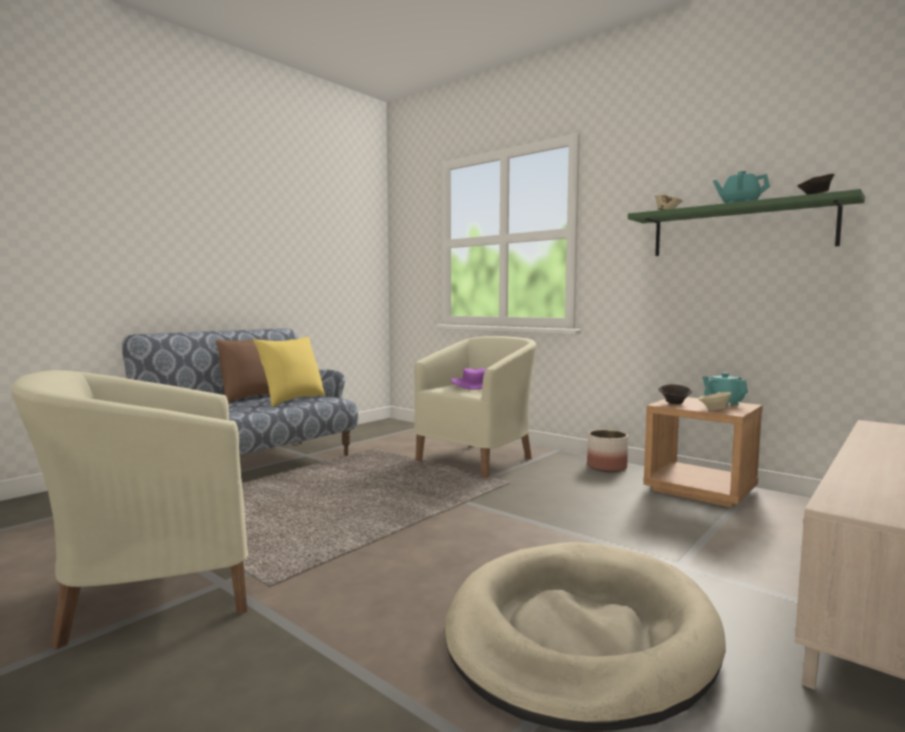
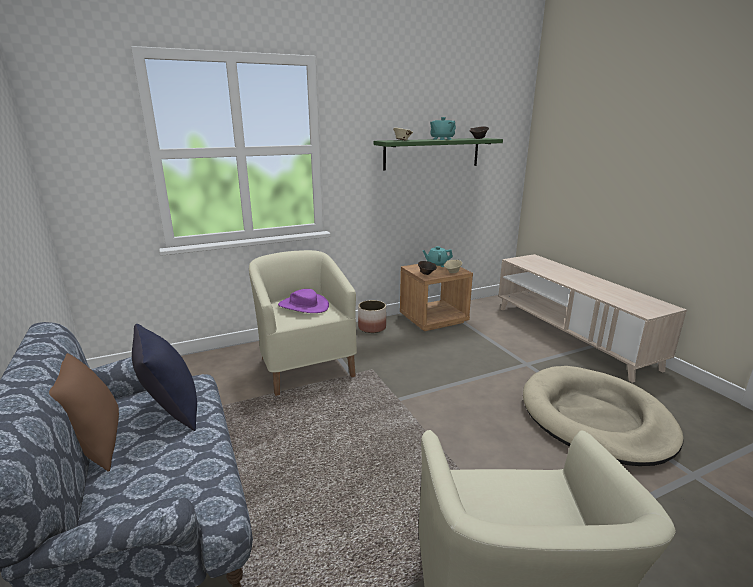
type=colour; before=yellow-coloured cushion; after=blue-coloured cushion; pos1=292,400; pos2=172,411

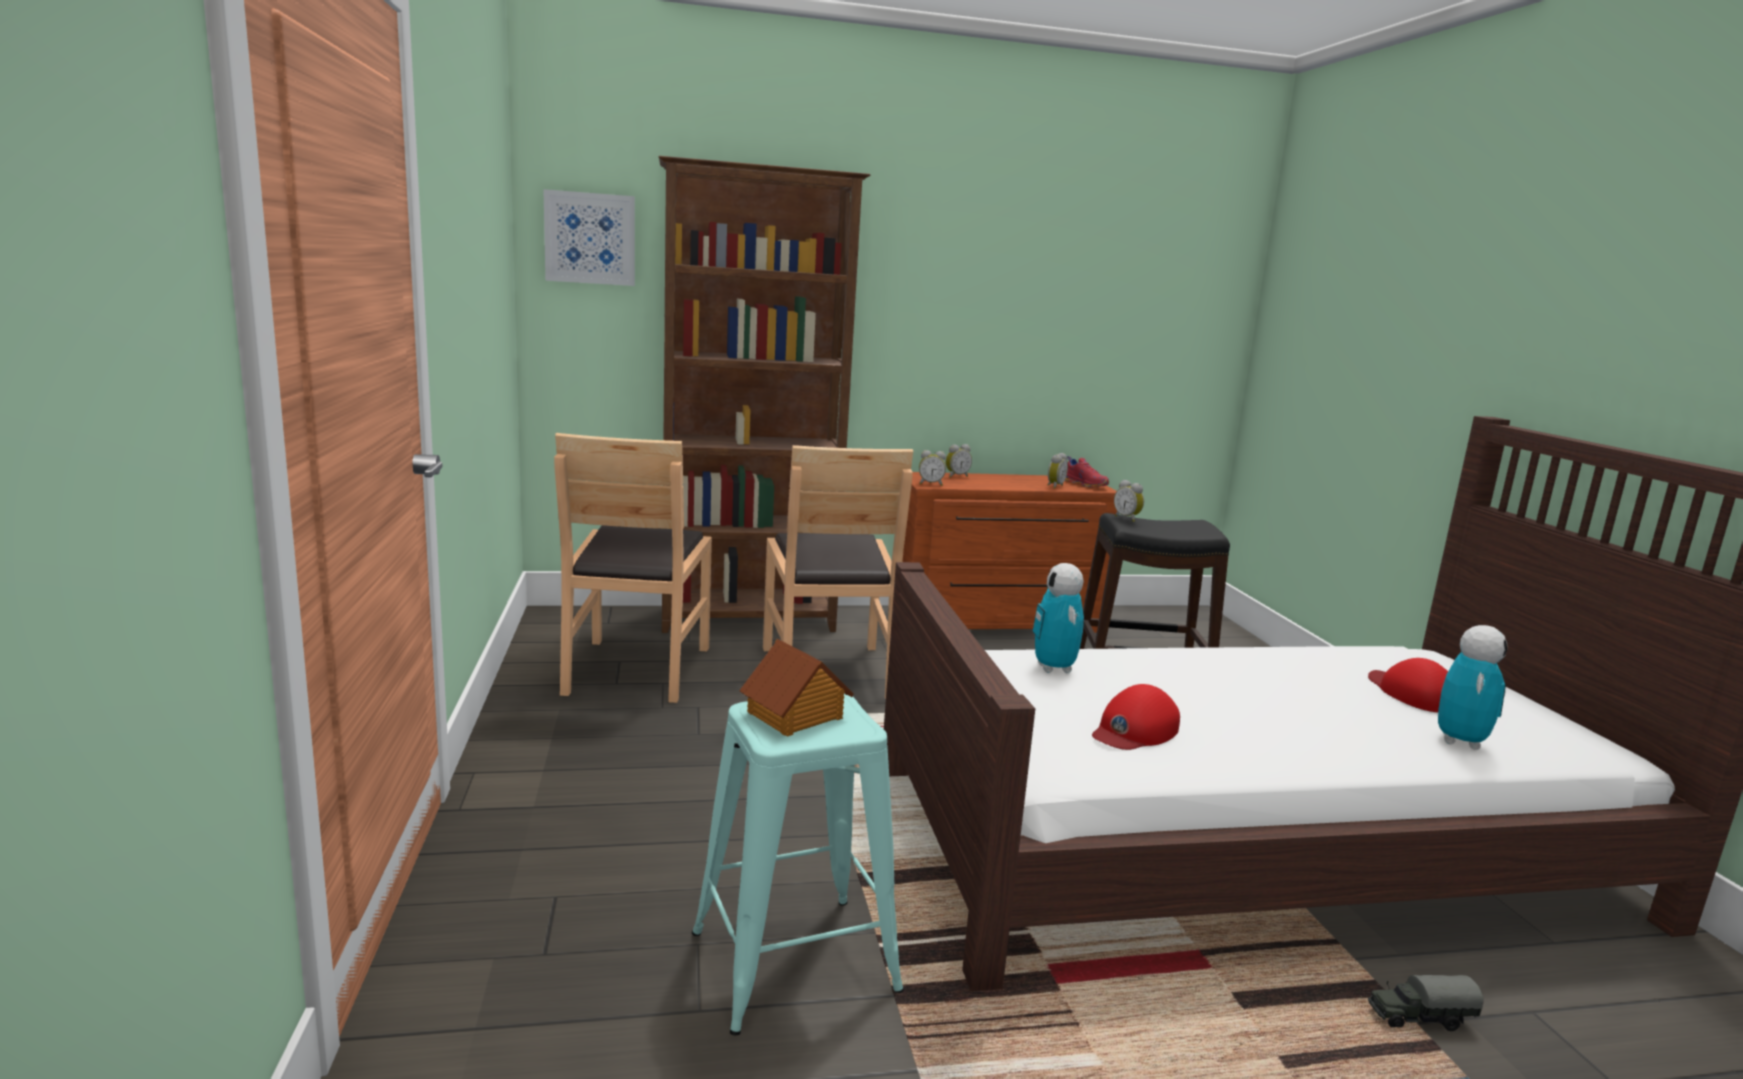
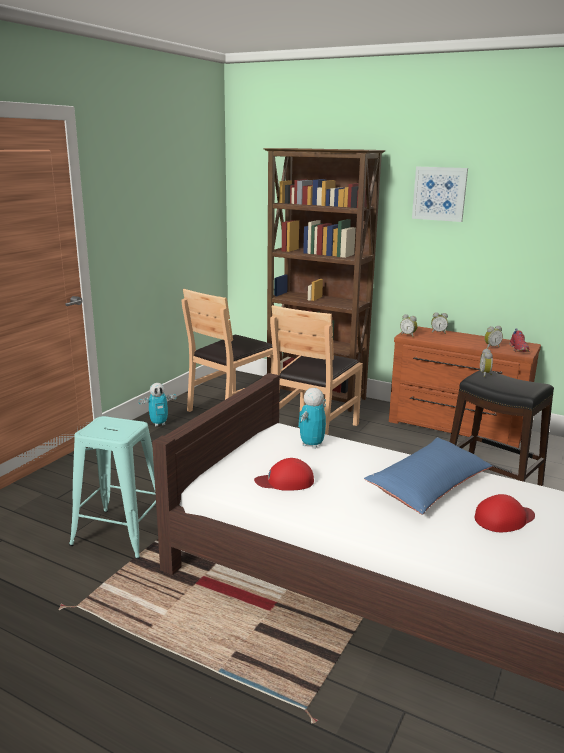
type=relocated; before=wall picture; pos1=590,238; pos2=439,193
type=relocated; before=toy robot; pos1=1460,741; pos2=159,424
type=missing; before=toy house; pos1=796,715
type=spun; before=reddish cap; pos1=1412,693; pos2=504,519; turn=45
type=missing; before=toy truck; pos1=1418,1018
type=appeared; after=blue-coloured cushion; pos2=429,486

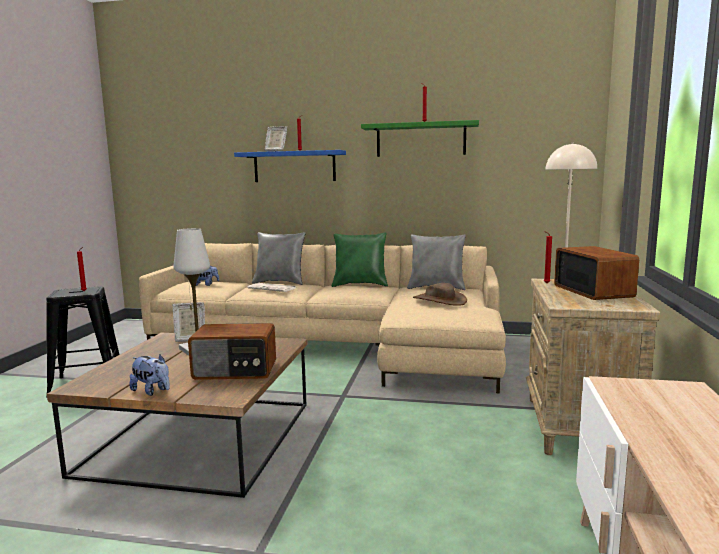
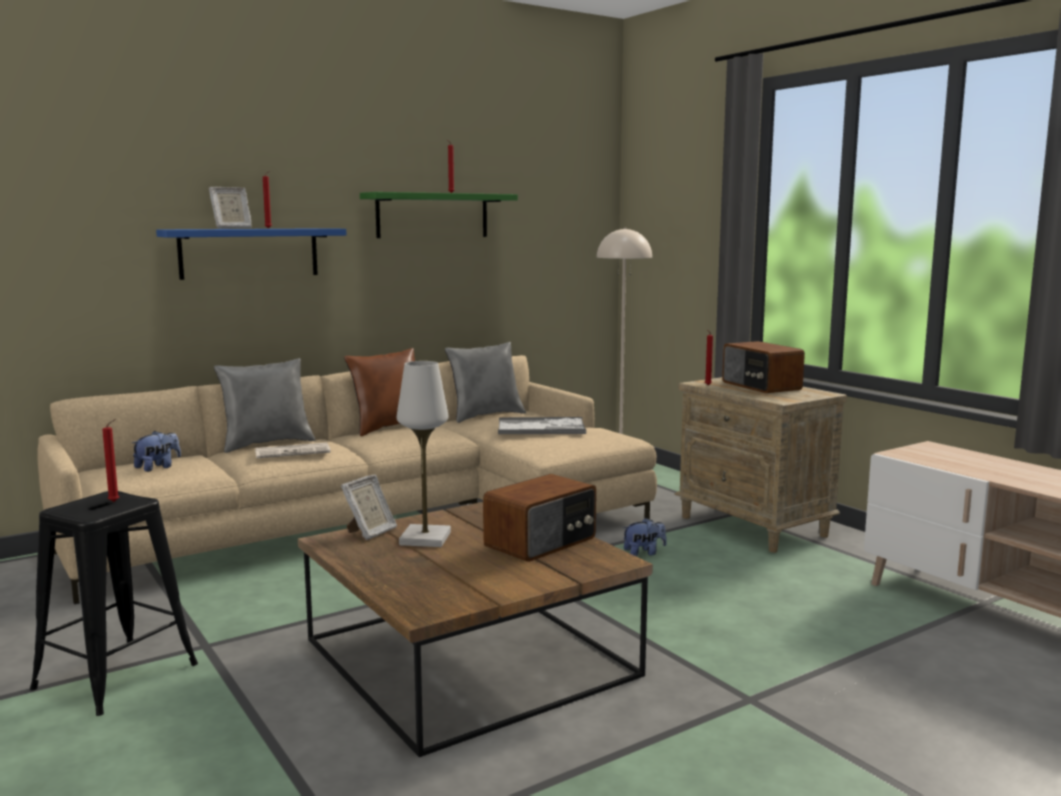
type=colour; before=green cushion; after=brown cushion; pos1=360,285; pos2=390,427
type=spun; before=radio receiver; pos1=593,291; pos2=760,386; turn=-150
type=exchanged; before=brown hat; after=carrying tray; pos1=439,300; pos2=542,427
type=relocated; before=soft toy; pos1=152,391; pos2=644,553

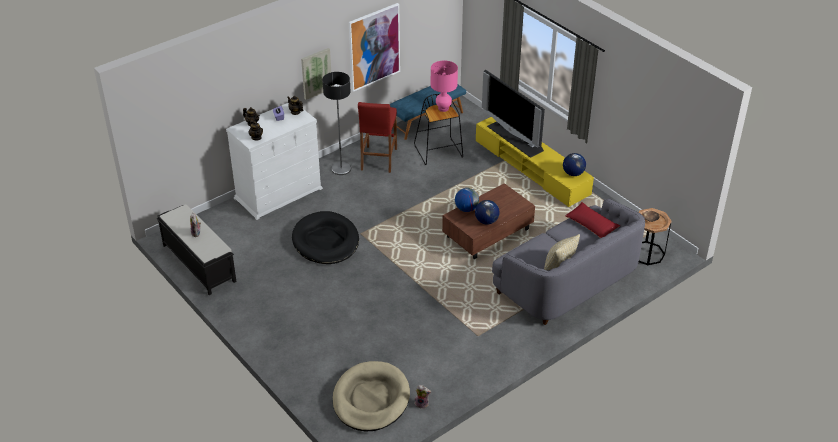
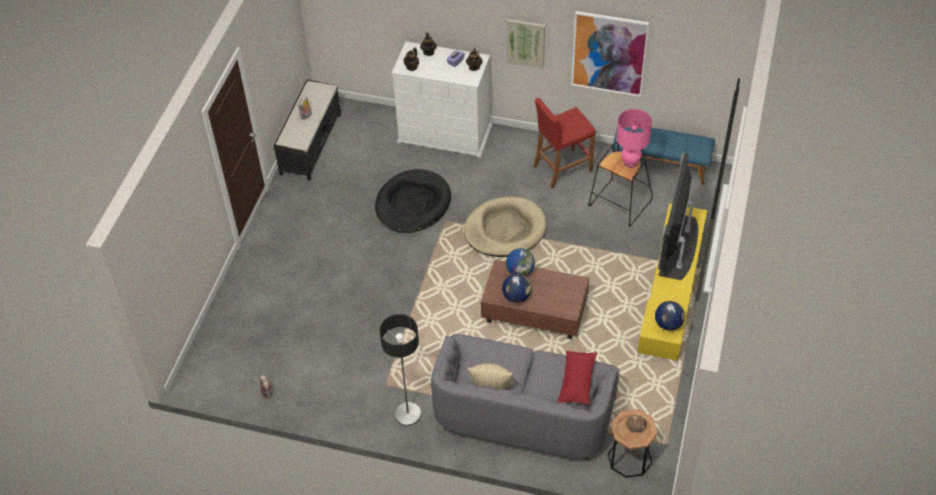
type=relocated; before=standing lamp; pos1=341,169; pos2=407,414
type=relocated; before=beige dog cushion; pos1=371,399; pos2=505,230

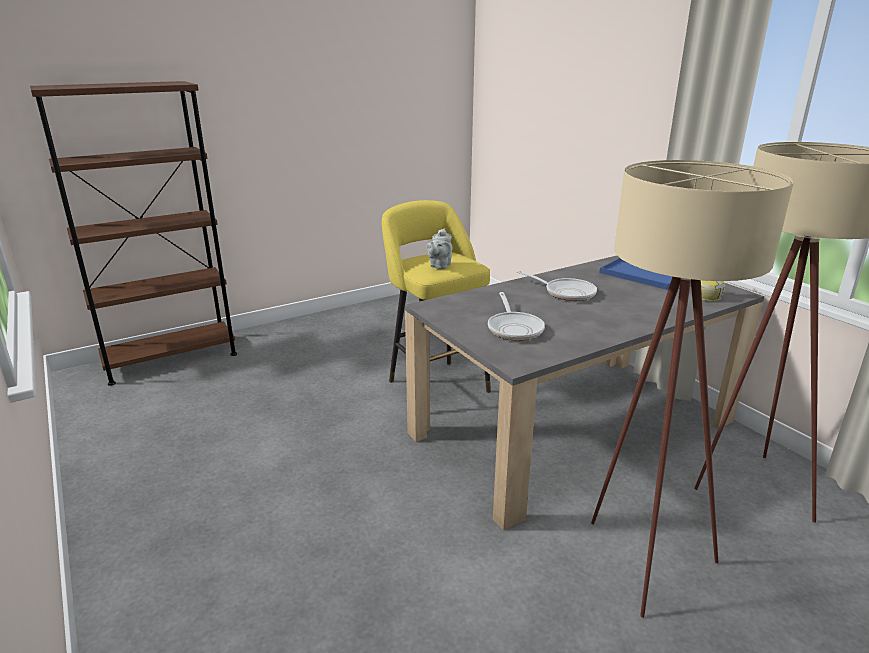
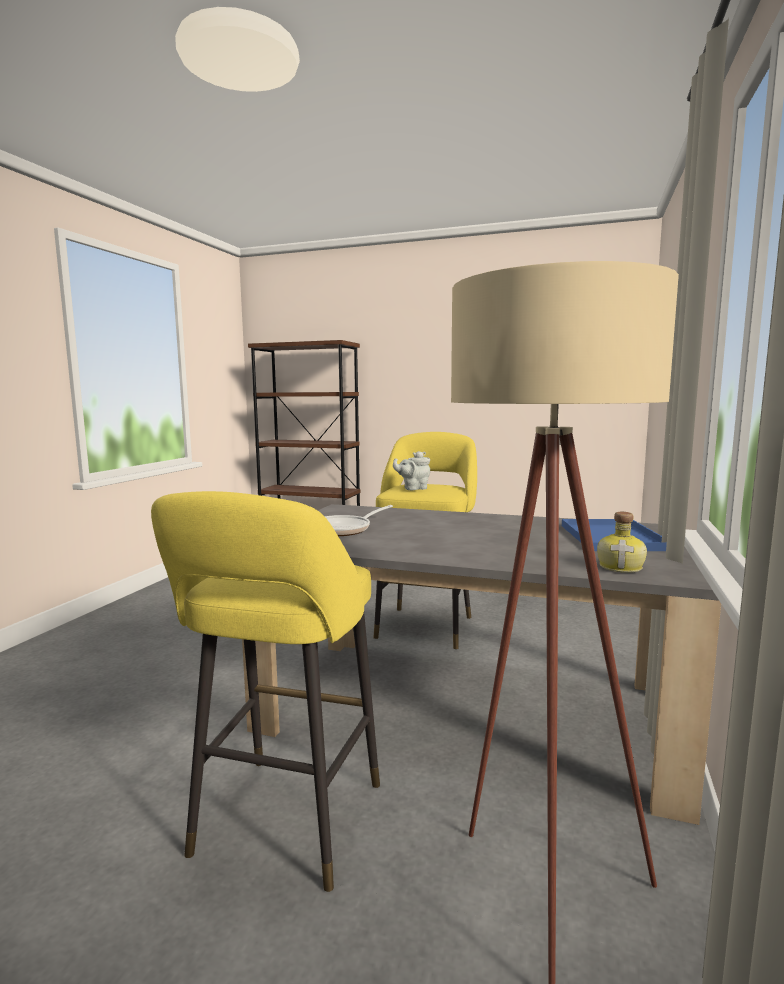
type=exchanged; before=beige standing lamp; after=yellow-coloured sitting stool; pos1=636,554; pos2=284,826
type=missing; before=skillet; pos1=566,292

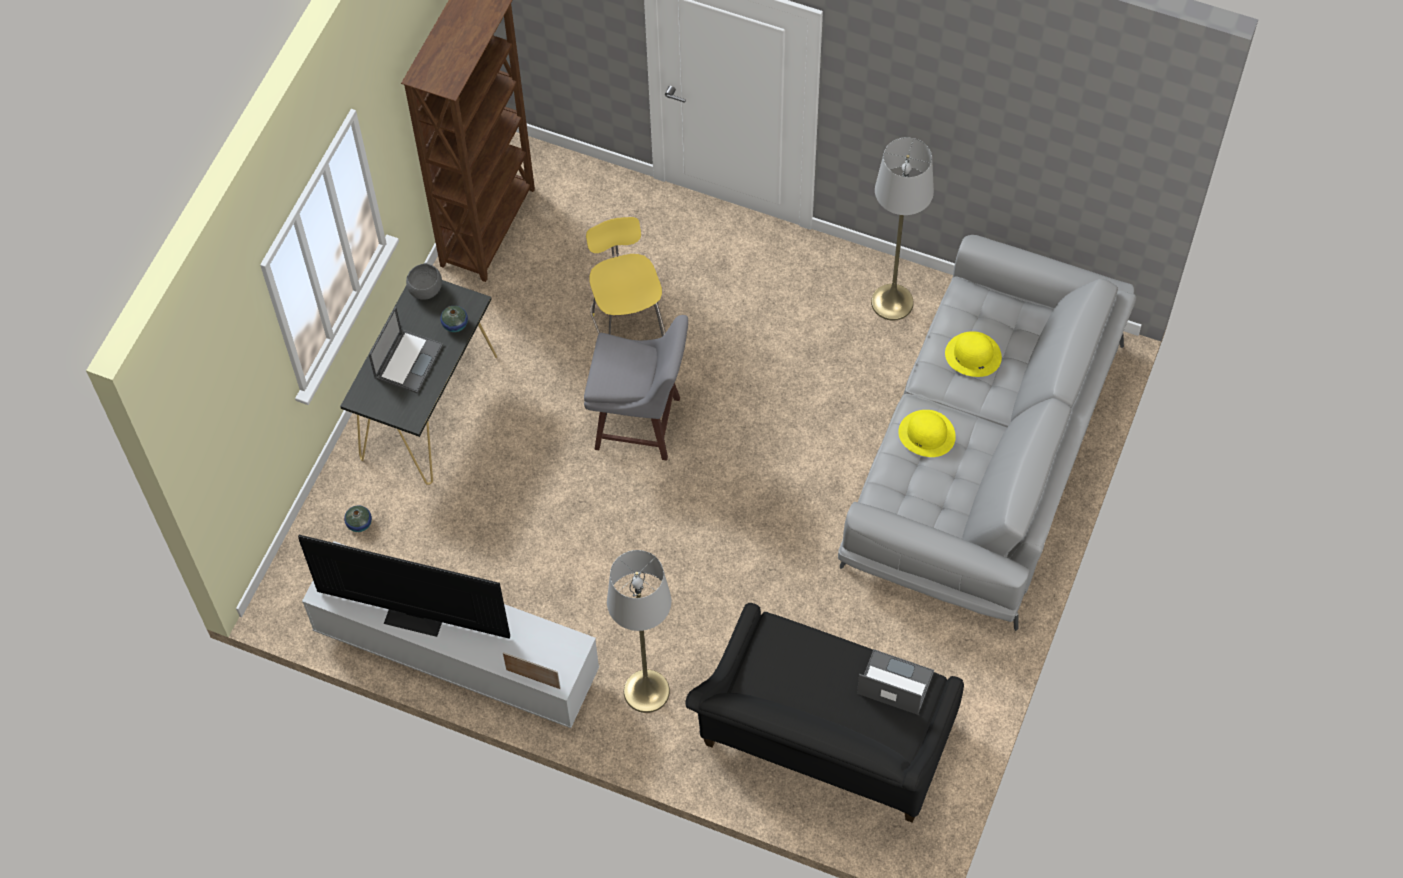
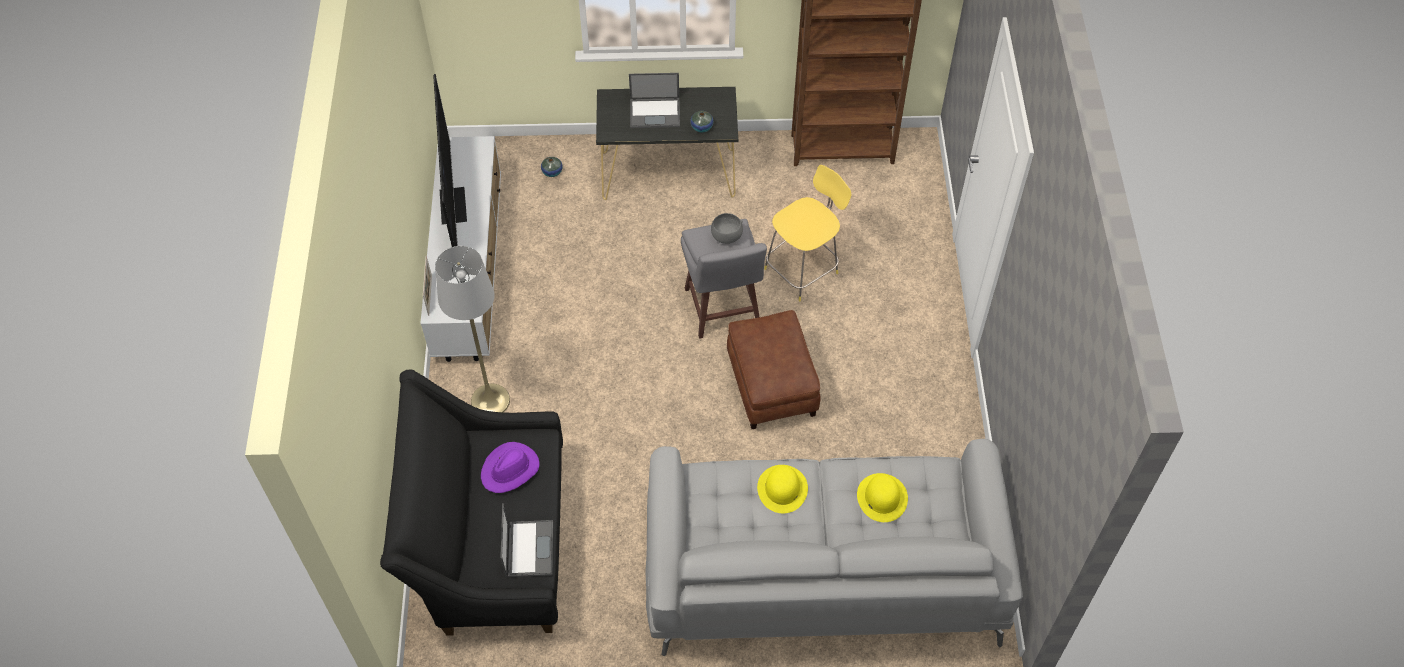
type=missing; before=grey standing lamp; pos1=892,302
type=relocated; before=grey bowl; pos1=425,290; pos2=726,237
type=appeared; after=brown ottoman; pos2=771,386
type=appeared; after=purple hat; pos2=510,469

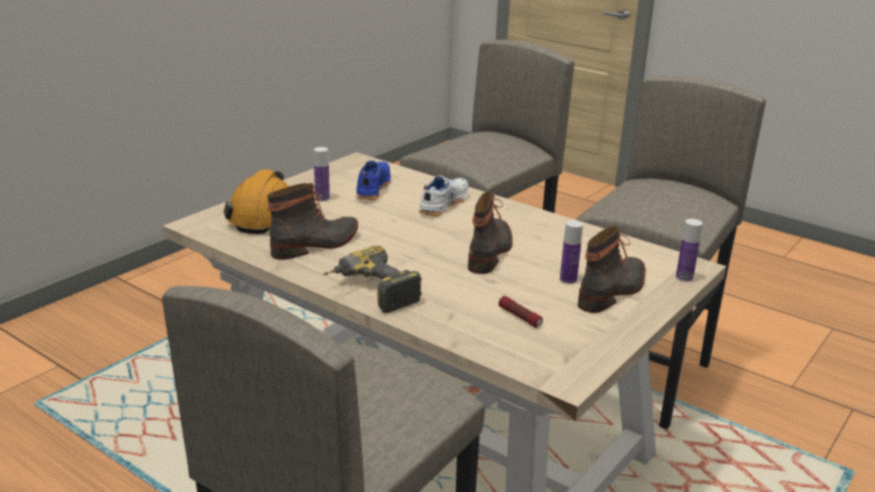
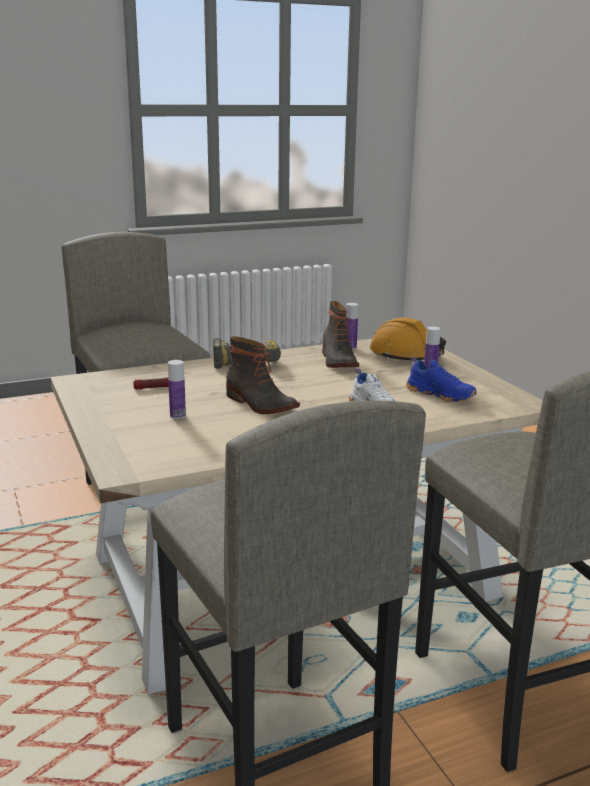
type=relocated; before=beverage bottle; pos1=684,277; pos2=350,347
type=missing; before=tall boot; pos1=613,291

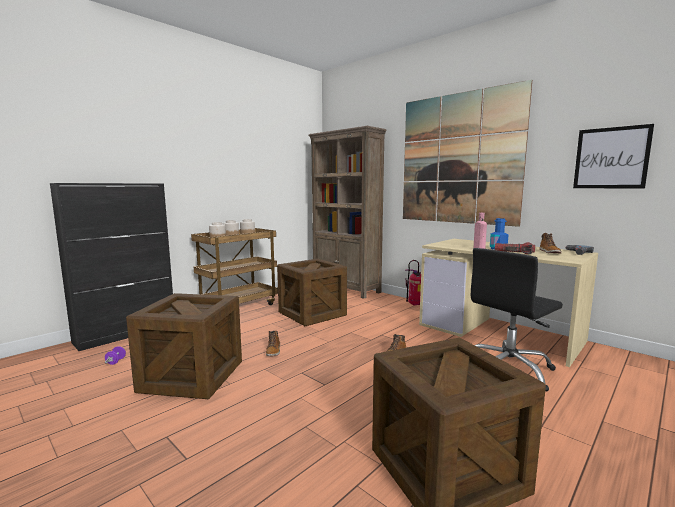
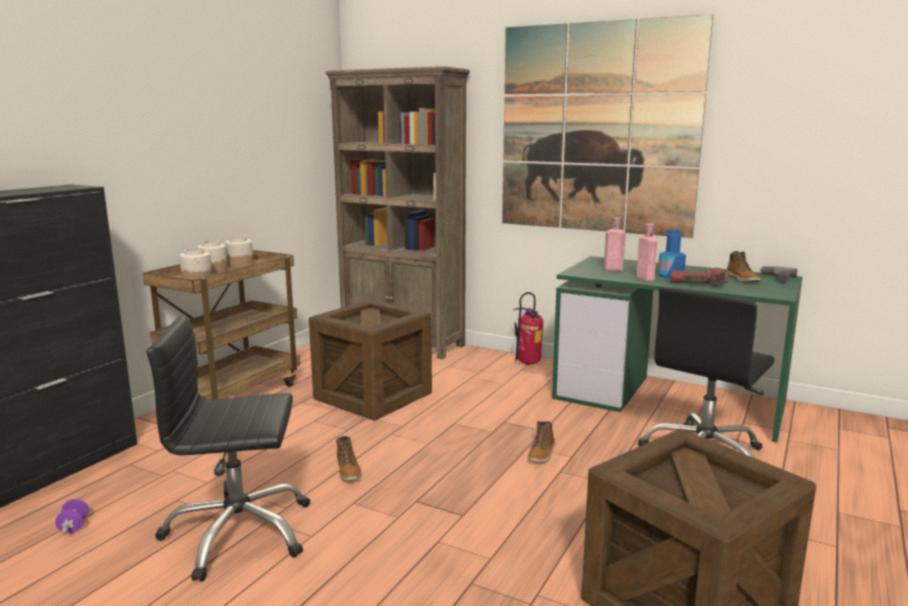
type=missing; before=wall picture; pos1=611,158
type=colour; before=beige desk unit; after=green desk unit; pos1=499,333; pos2=670,400
type=exchanged; before=crate; after=black-coloured desk chair; pos1=192,376; pos2=238,533
type=appeared; after=pink beverage bottle; pos2=611,269

